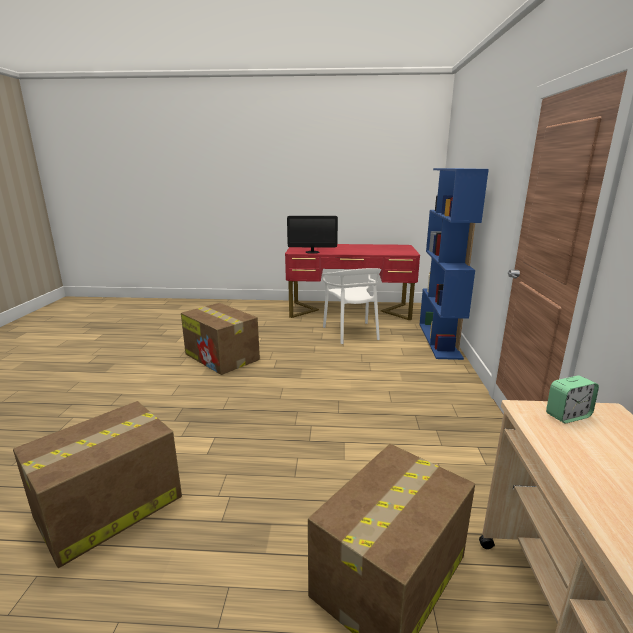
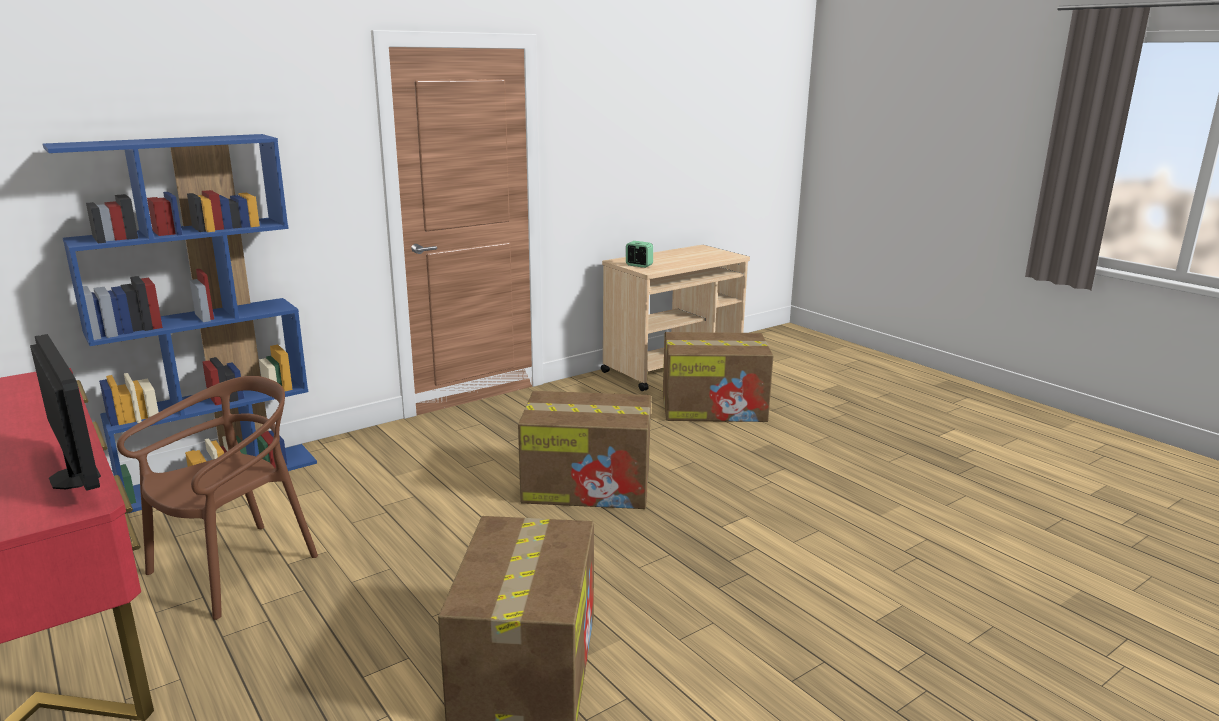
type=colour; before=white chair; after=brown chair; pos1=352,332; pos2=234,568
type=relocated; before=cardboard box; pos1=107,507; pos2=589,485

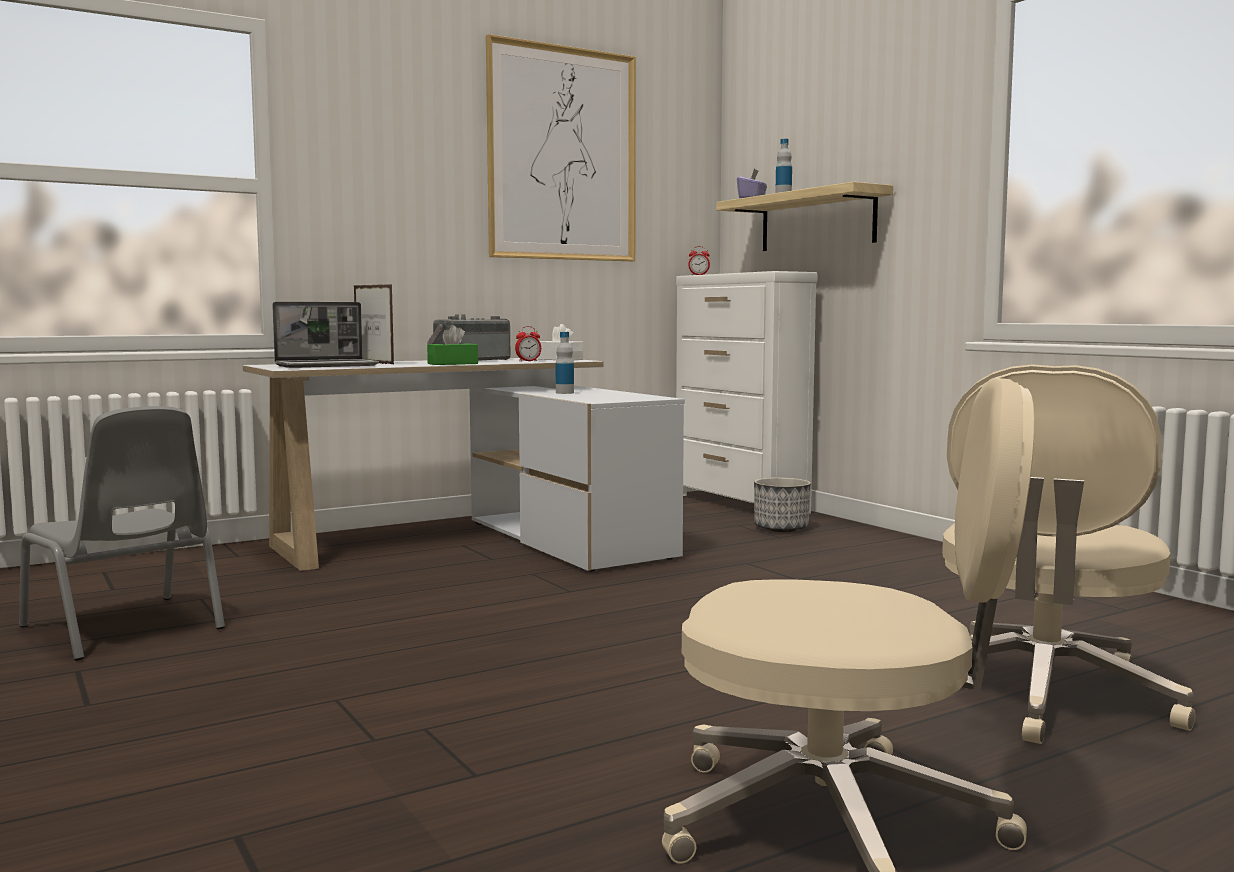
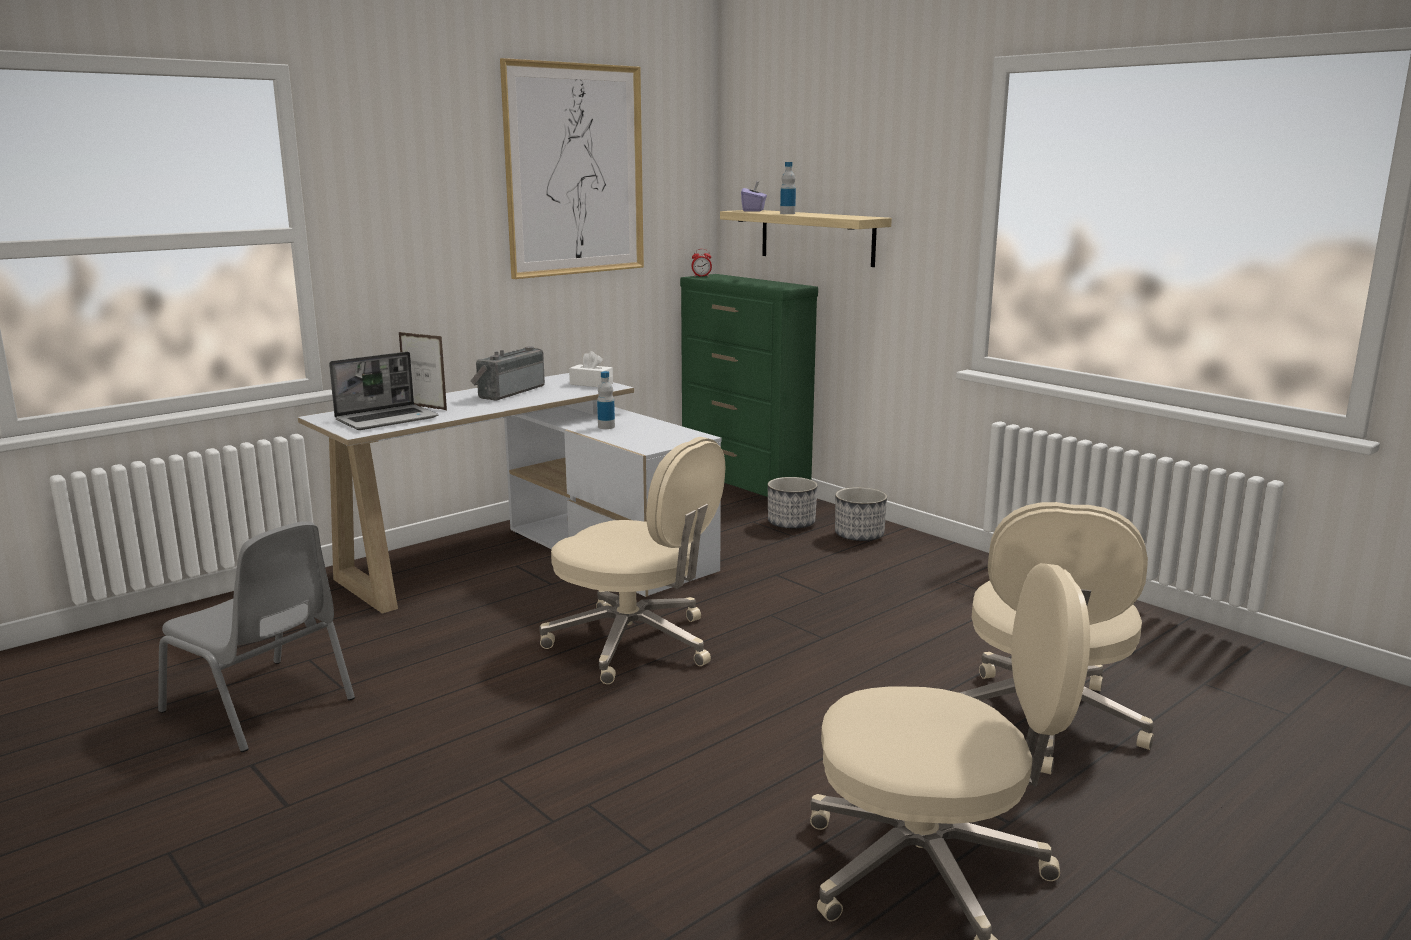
type=colour; before=white dresser; after=green dresser; pos1=740,503; pos2=745,489
type=missing; before=green box of tissues; pos1=452,364
type=missing; before=bedside clock; pos1=528,361
type=appeared; after=beige desk chair; pos2=635,644
type=appeared; after=plant pot; pos2=859,536

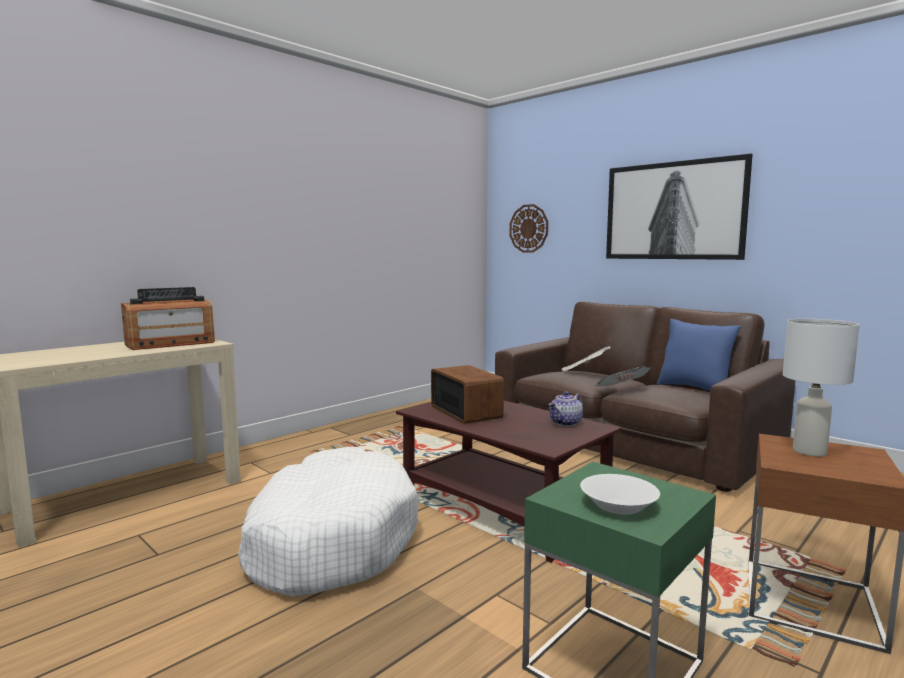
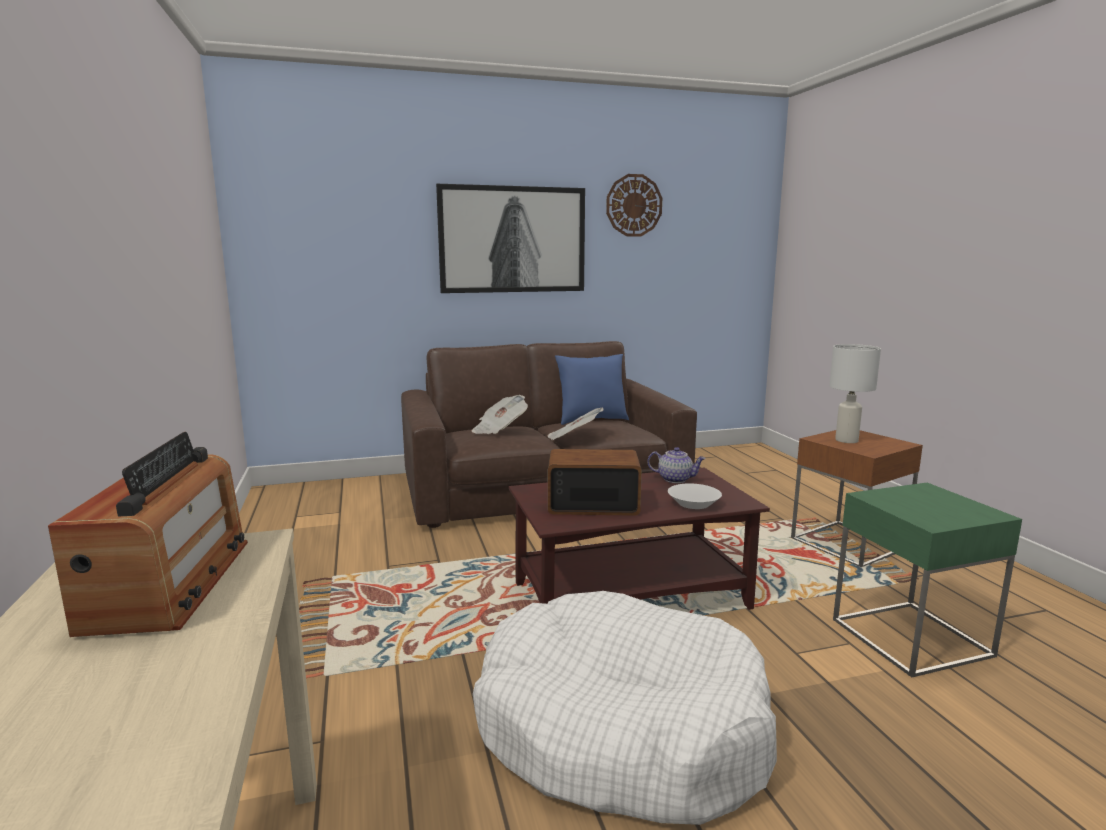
type=relocated; before=hanging clock; pos1=529,228; pos2=634,205
type=spun; before=pot for tea; pos1=566,423; pos2=675,479; turn=-60
type=relocated; before=white bowl; pos1=619,505; pos2=694,503

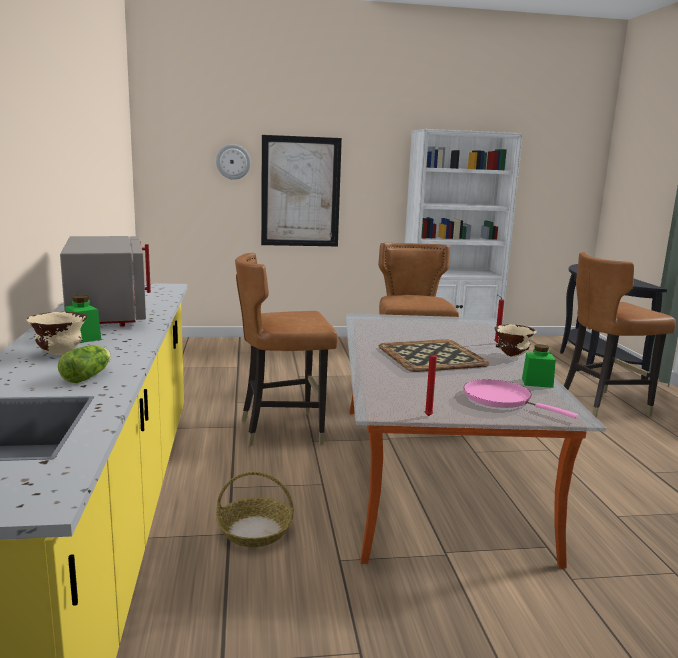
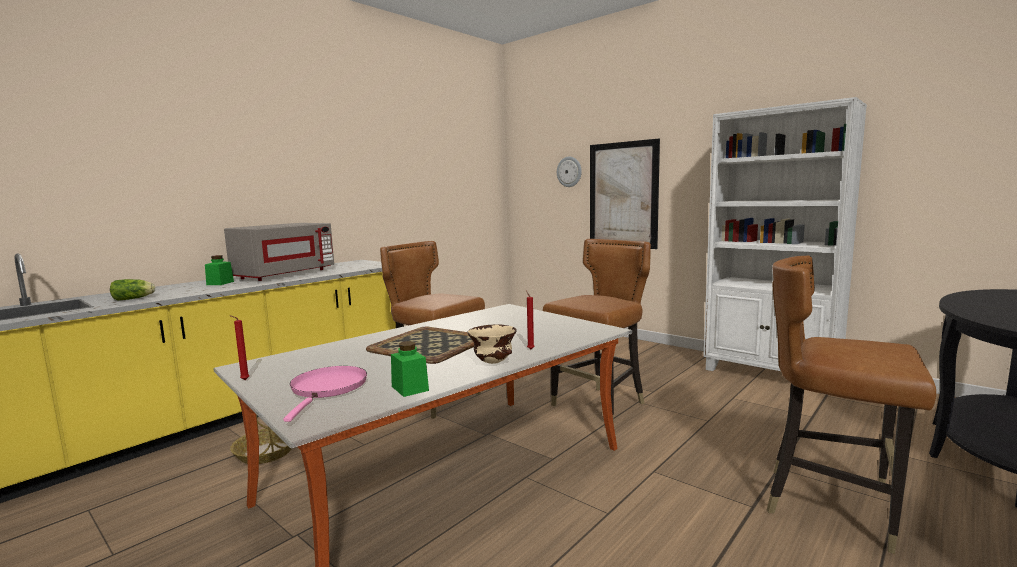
type=missing; before=beige bowl; pos1=60,354

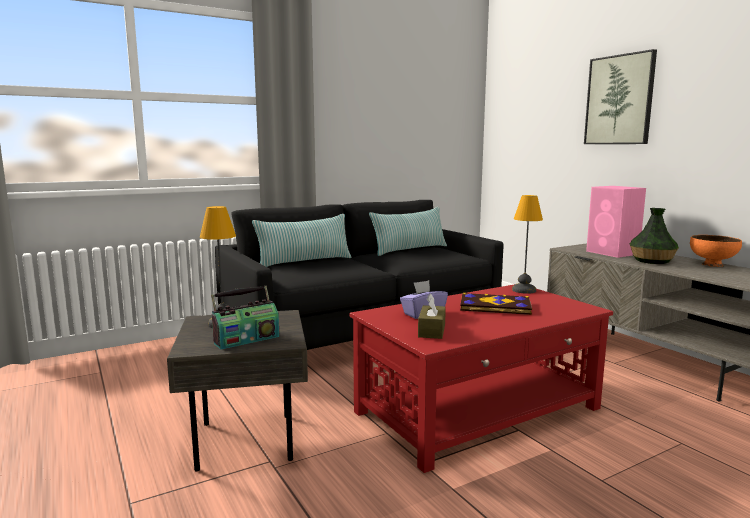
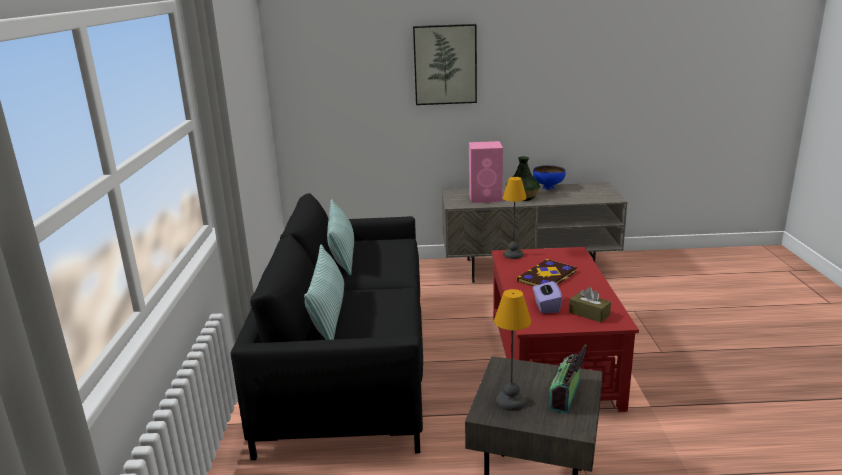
type=colour; before=orange-coloured bowl; after=blue-coloured bowl; pos1=712,264; pos2=548,188
type=spun; before=radio receiver; pos1=246,339; pos2=566,395; turn=-150

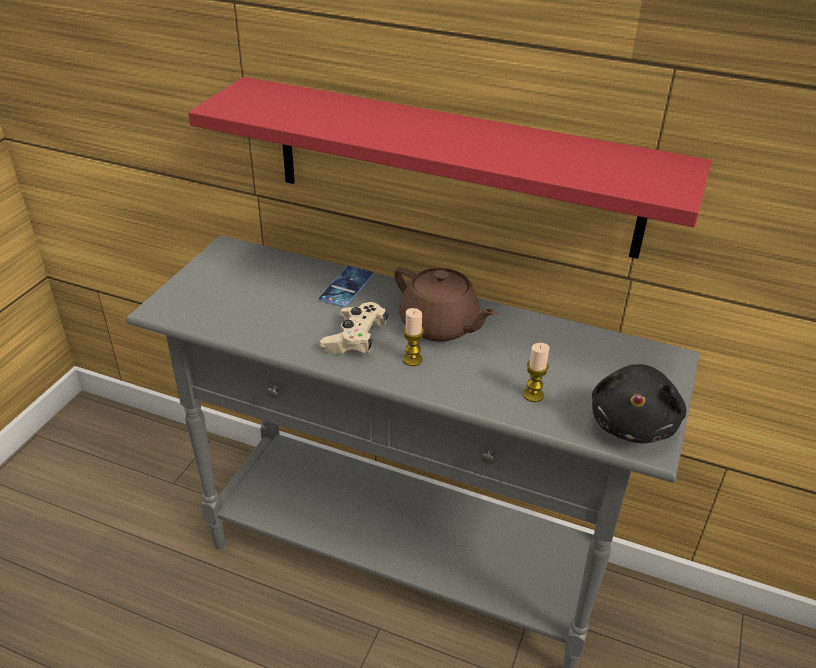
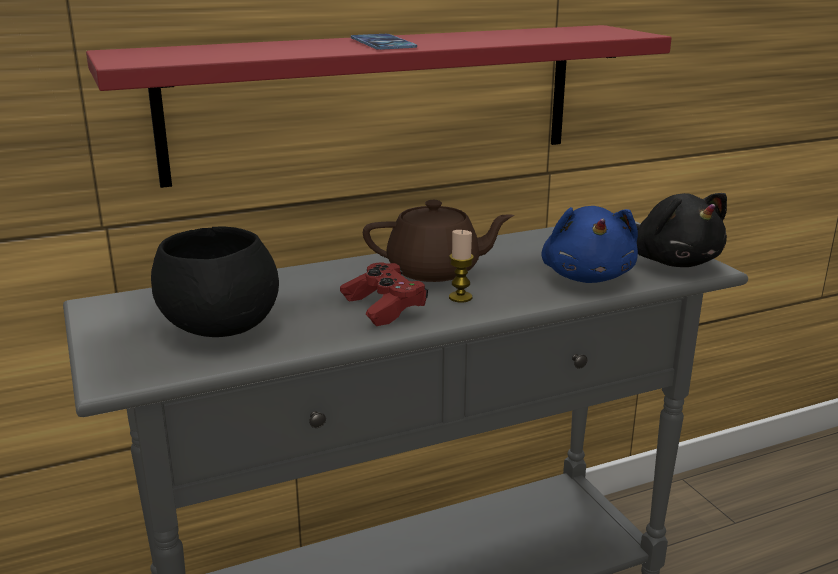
type=relocated; before=phone; pos1=346,287; pos2=382,43
type=colour; before=beige game controller; after=reddish game controller; pos1=355,339; pos2=384,307
type=exchanged; before=wax light; after=blue-coloured soft toy; pos1=533,395; pos2=587,276
type=appeared; after=black-coloured bowl; pos2=220,327

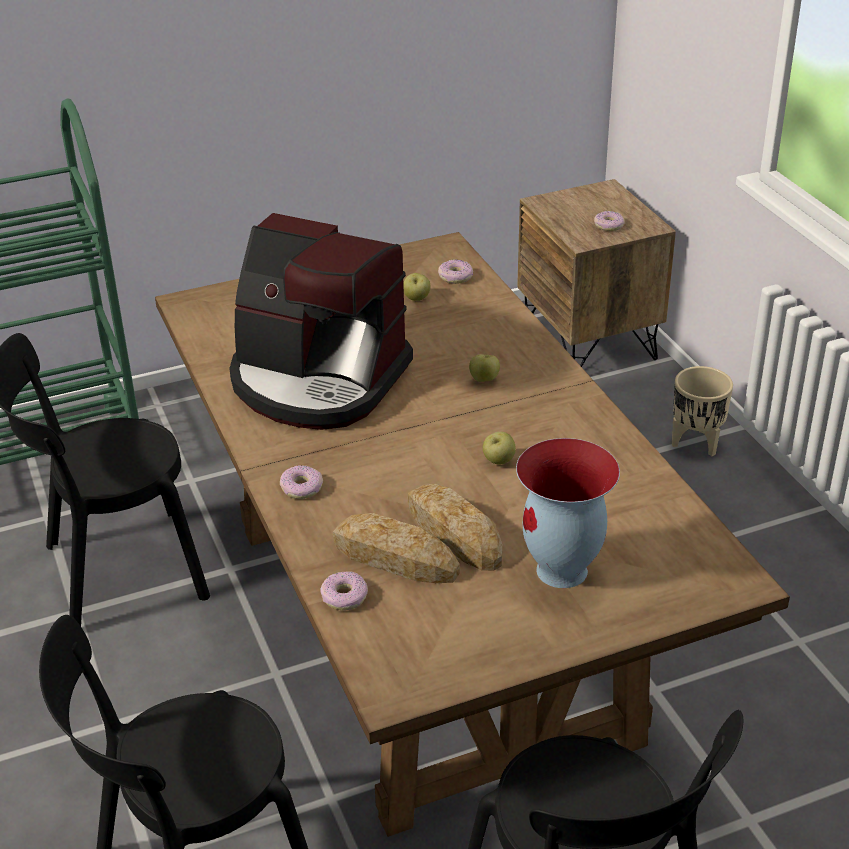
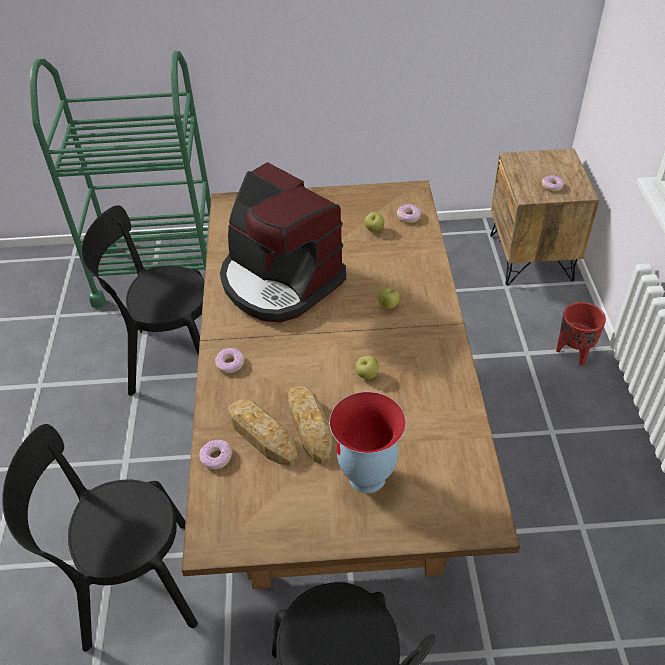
type=colour; before=beige plant pot; after=reddish plant pot; pos1=695,443; pos2=573,352

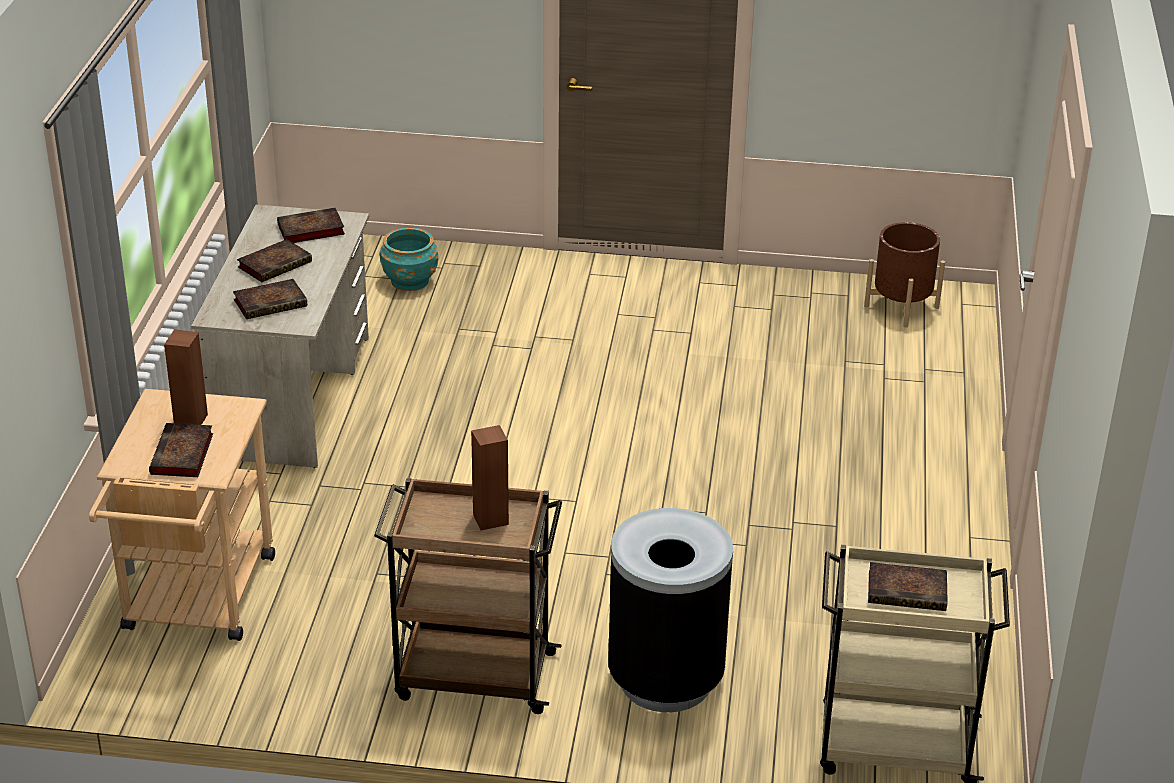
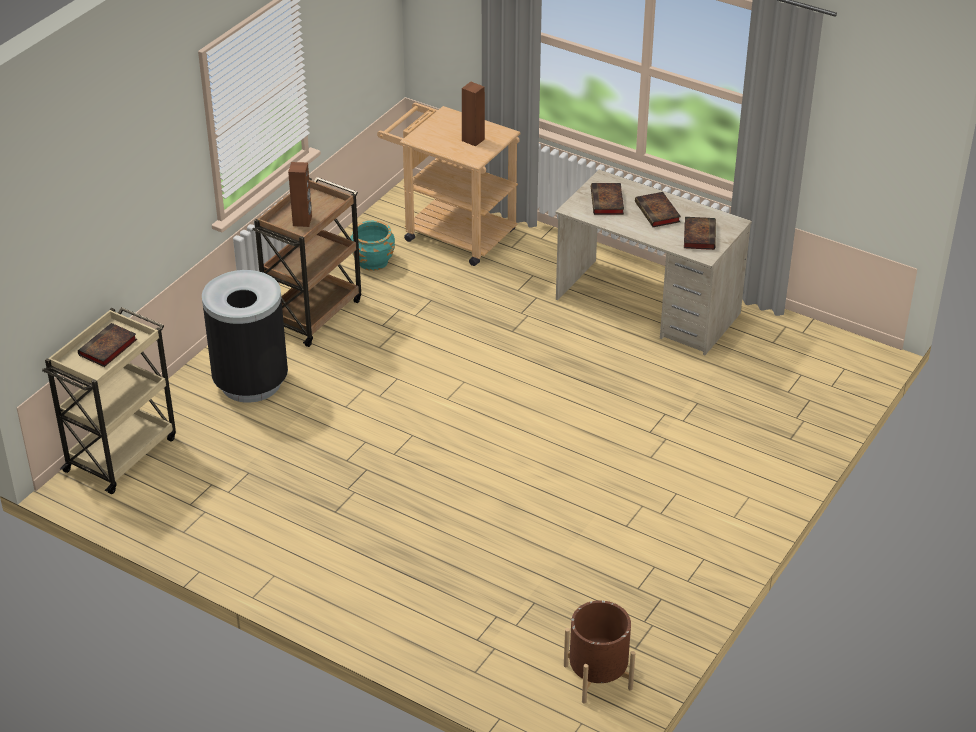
type=relocated; before=turquoise plant pot; pos1=410,281; pos2=373,262
type=missing; before=volume; pos1=182,456

